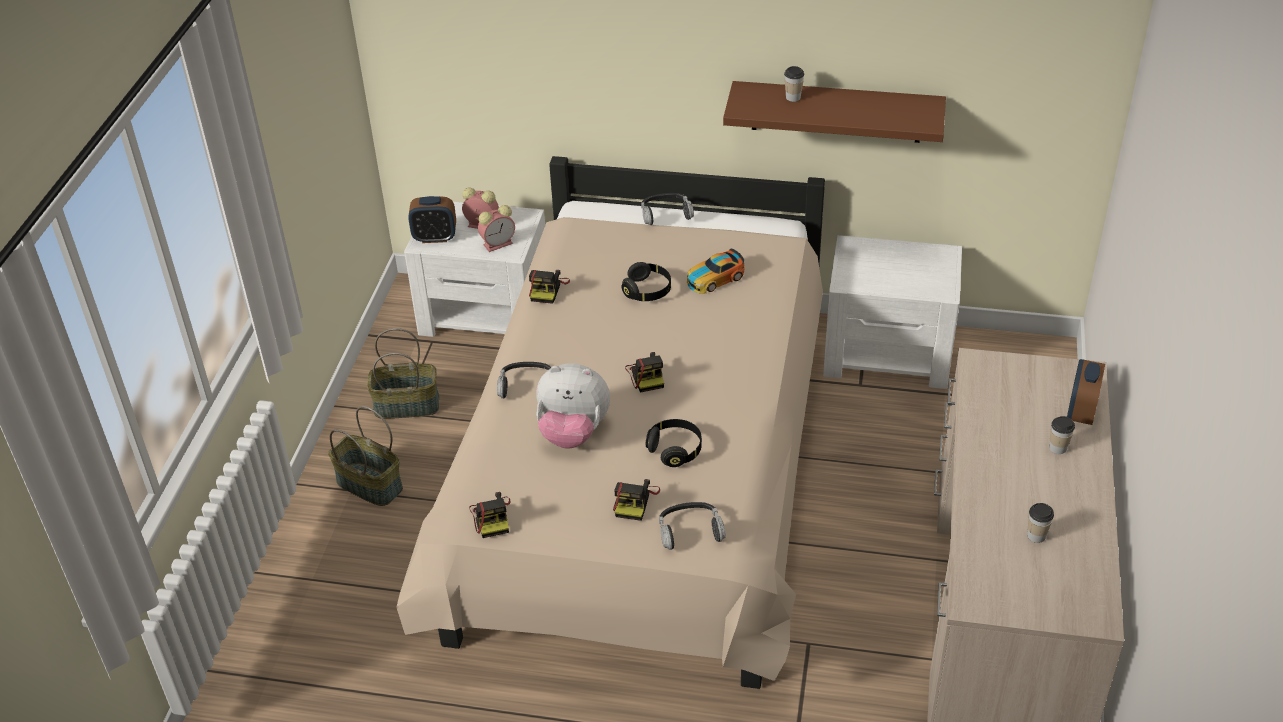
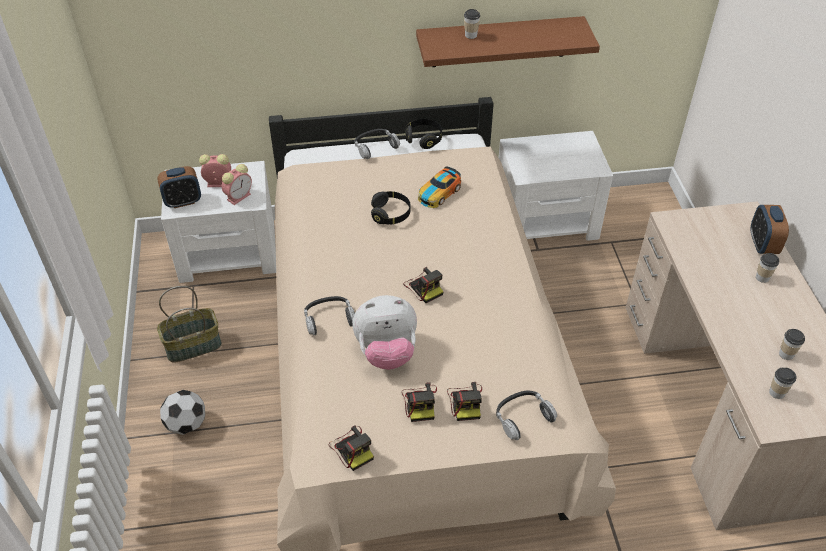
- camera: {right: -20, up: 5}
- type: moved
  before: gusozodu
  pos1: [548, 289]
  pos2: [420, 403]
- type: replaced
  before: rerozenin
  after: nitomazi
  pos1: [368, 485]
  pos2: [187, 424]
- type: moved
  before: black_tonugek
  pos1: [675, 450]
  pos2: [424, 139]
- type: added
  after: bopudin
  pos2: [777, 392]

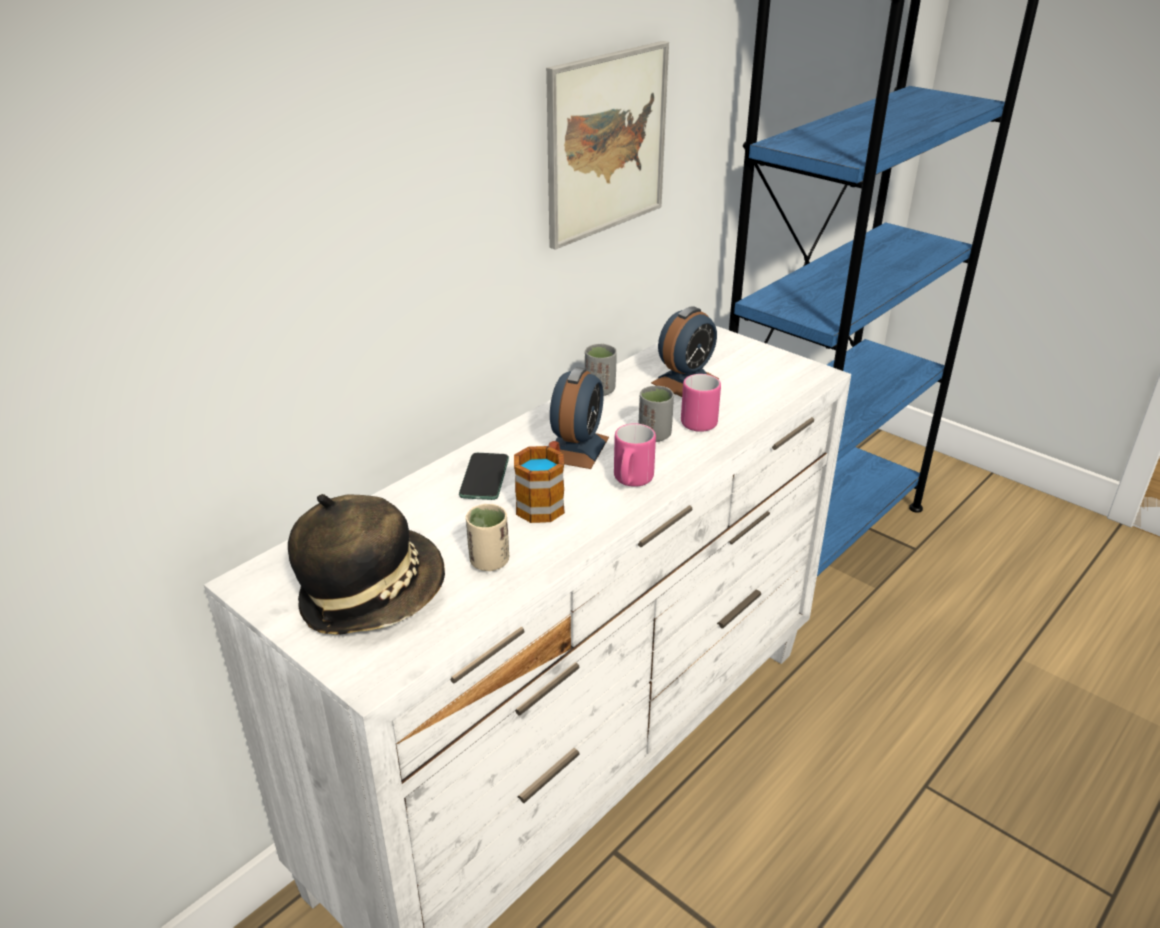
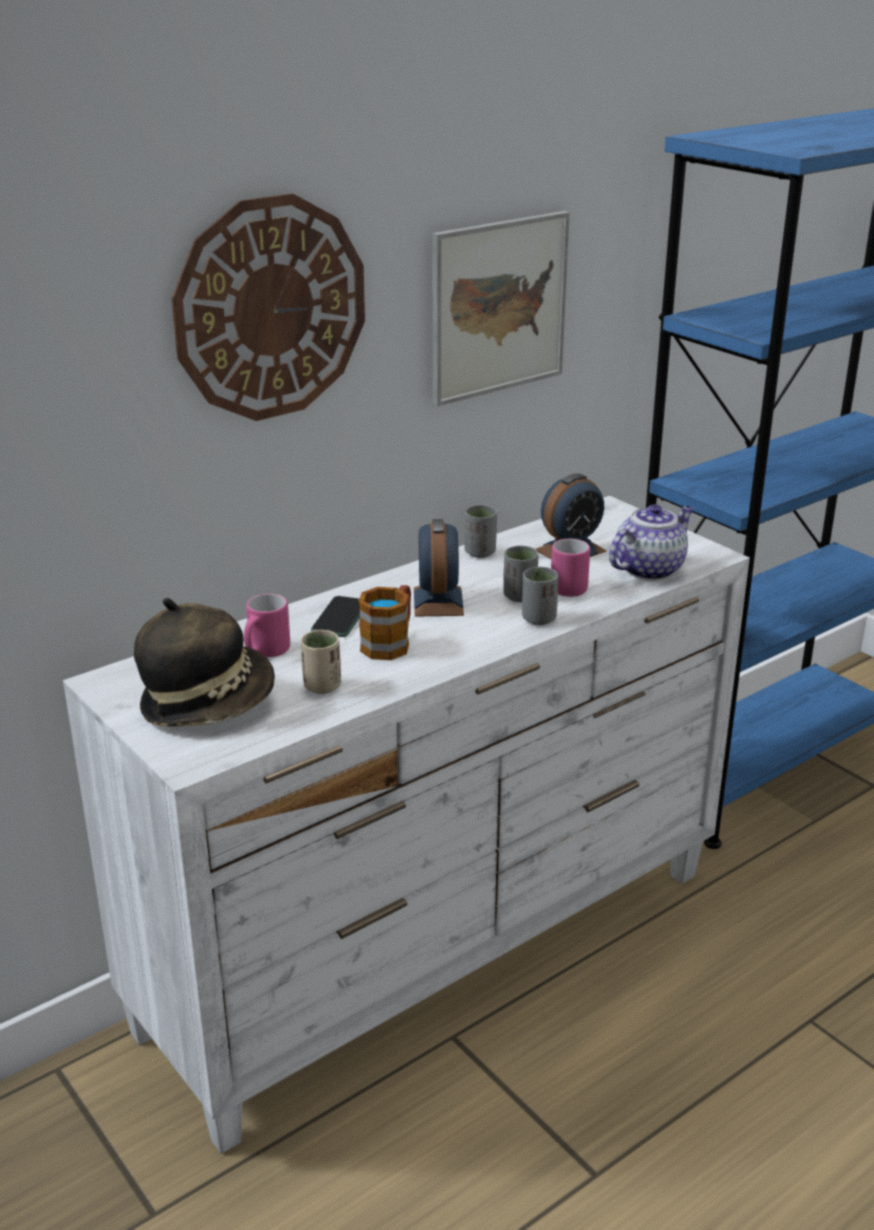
- camera: {right: 10, up: -5}
- type: turned
  before: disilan
  pos1: [577, 449]
  pos2: [438, 601]
  turn: 150
- type: moved
  before: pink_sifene
  pos1: [631, 481]
  pos2: [265, 652]
- type: added
  after: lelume
  pos2: [270, 309]
- type: added
  after: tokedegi
  pos2: [649, 569]
- type: added
  after: grey_bopudin
  pos2: [538, 619]

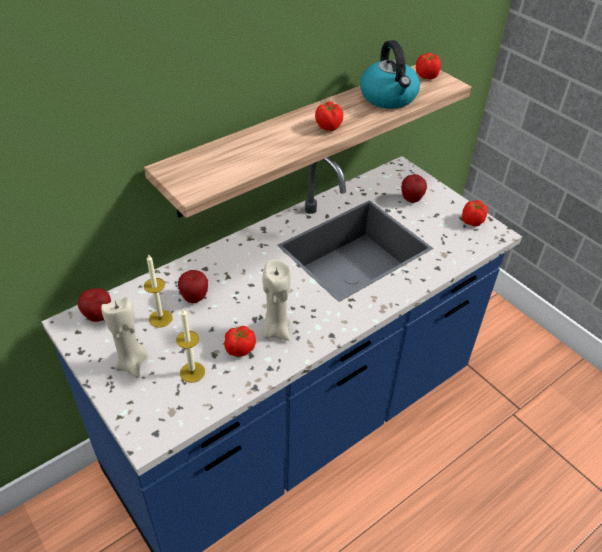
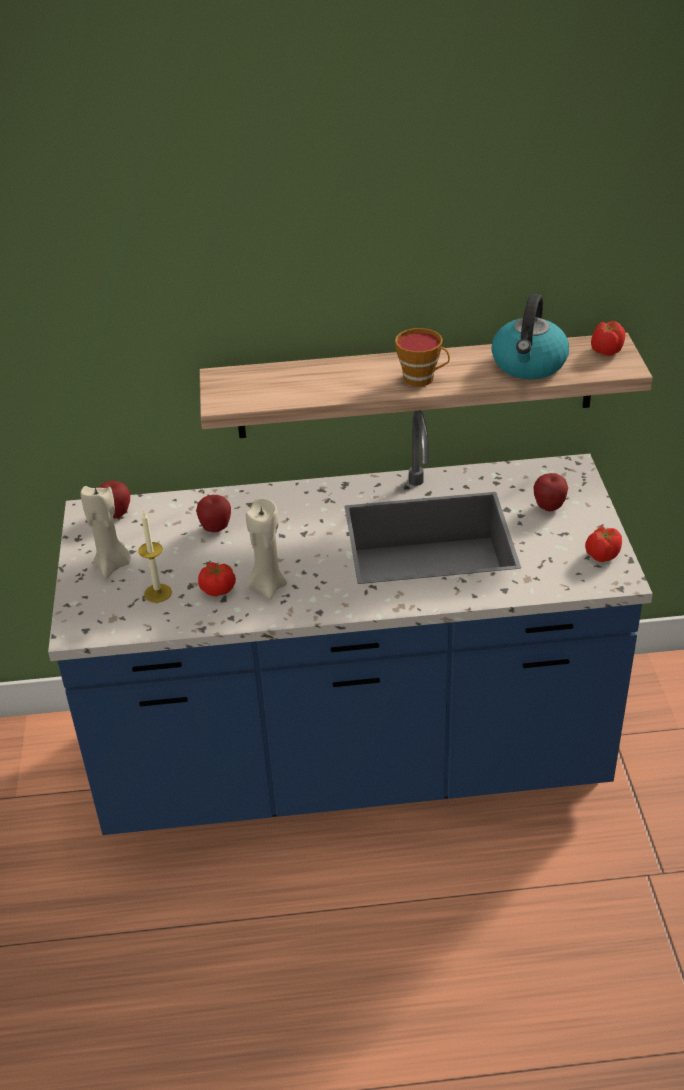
- camera: {right: 35, up: -5}
- type: replaced
  before: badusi
  after: bopudin
  pos1: [328, 127]
  pos2: [422, 379]
- type: removed
  before: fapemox
  pos1: [160, 318]

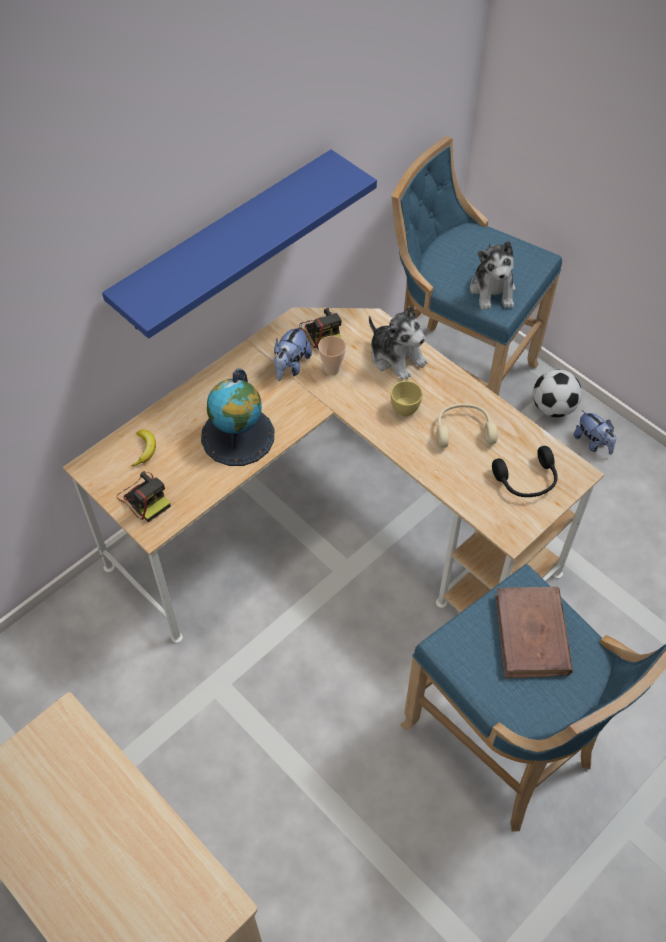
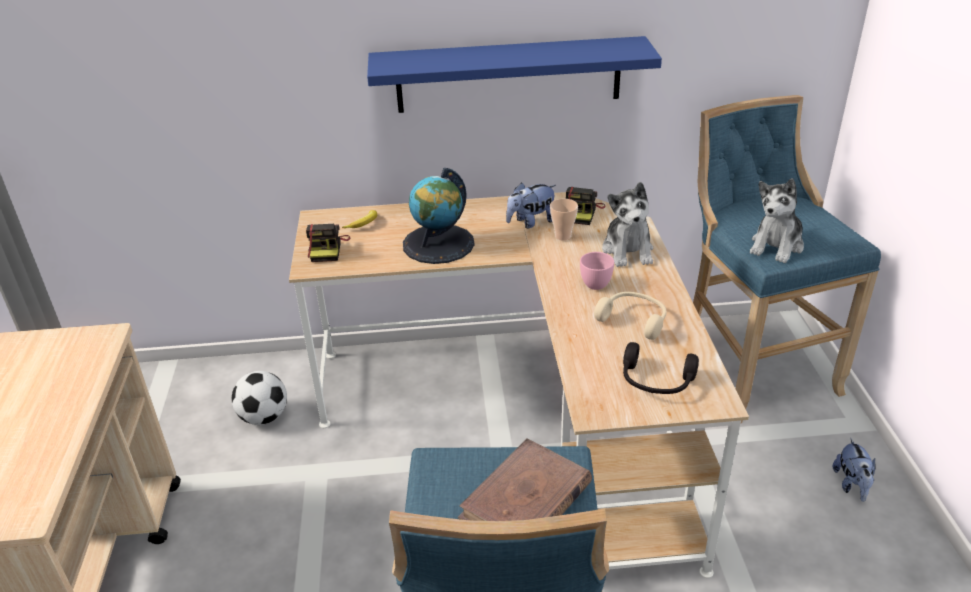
- camera: {right: 40, up: -20}
- type: moved
  before: nitomazi
  pos1: [552, 408]
  pos2: [264, 417]
- type: recoloured
  before: yellow_bopudin
  after: pink_bopudin
  pos1: [404, 406]
  pos2: [597, 282]

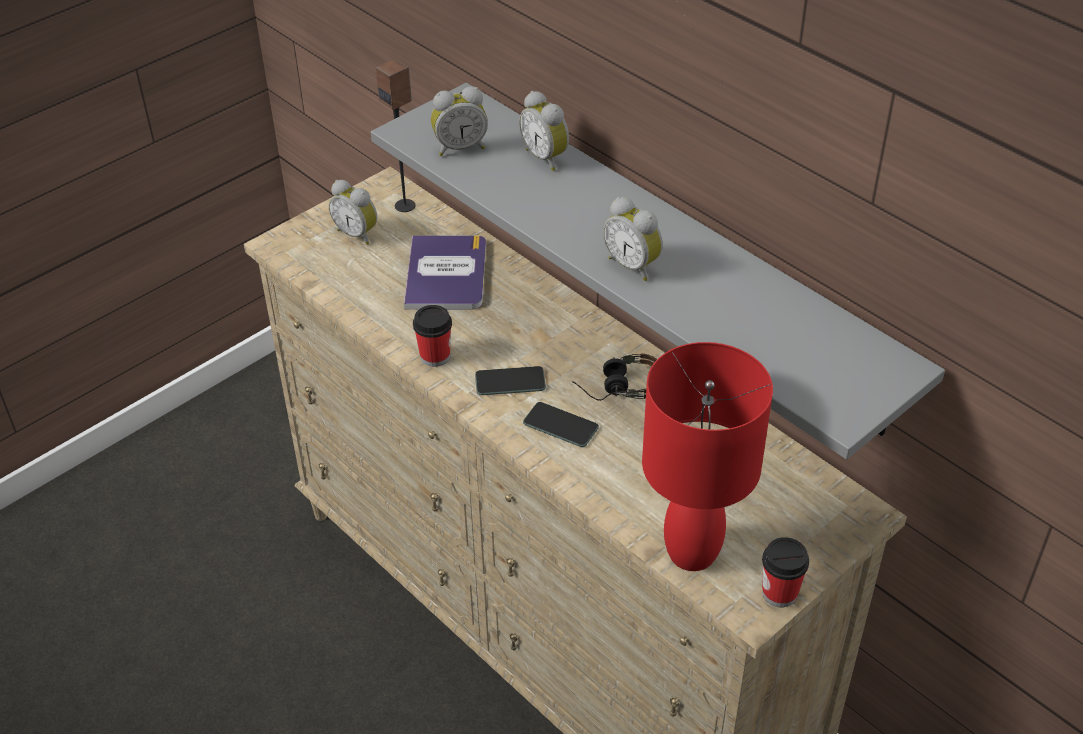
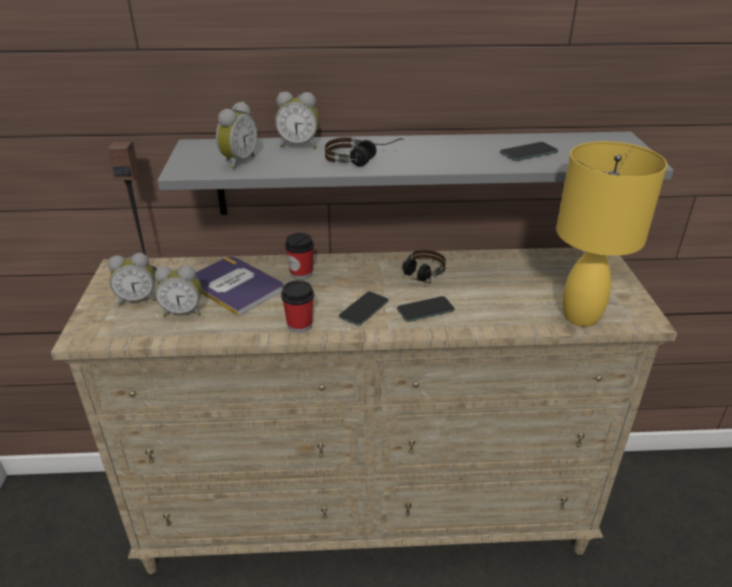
- camera: {right: -50, up: -10}
- type: moved
  before: disilan
  pos1: [634, 265]
  pos2: [183, 312]
- type: recoloured
  before: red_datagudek
  after: yellow_datagudek
  pos1: [693, 553]
  pos2: [582, 316]
- type: moved
  before: bopudin
  pos1: [779, 593]
  pos2: [301, 273]
- type: added
  after: tonugek
  pos2: [363, 160]
- type: added
  after: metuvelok
  pos2: [528, 152]

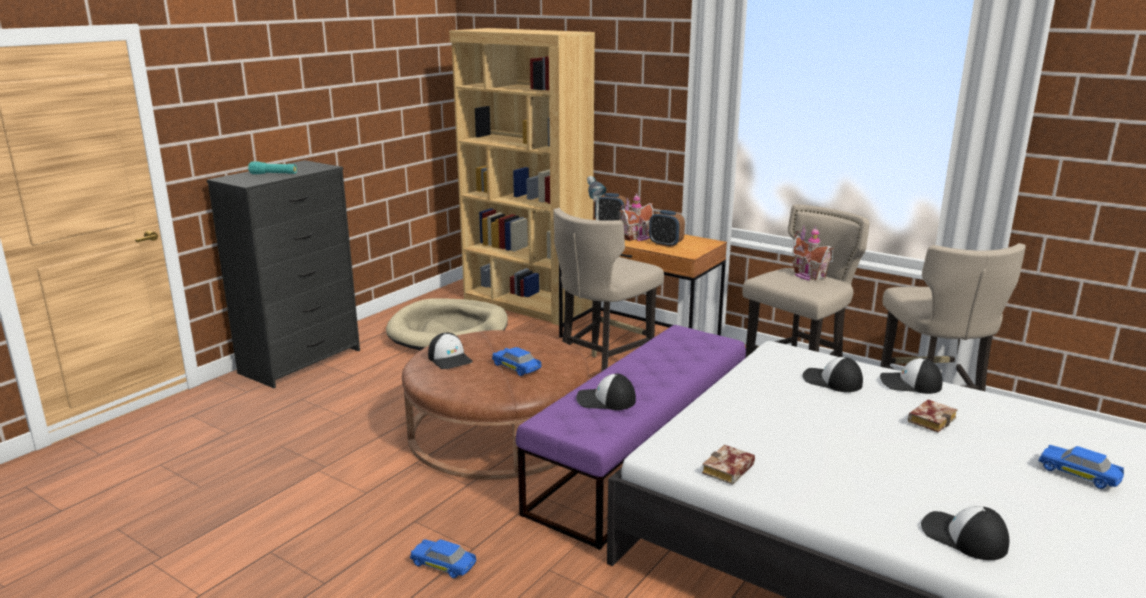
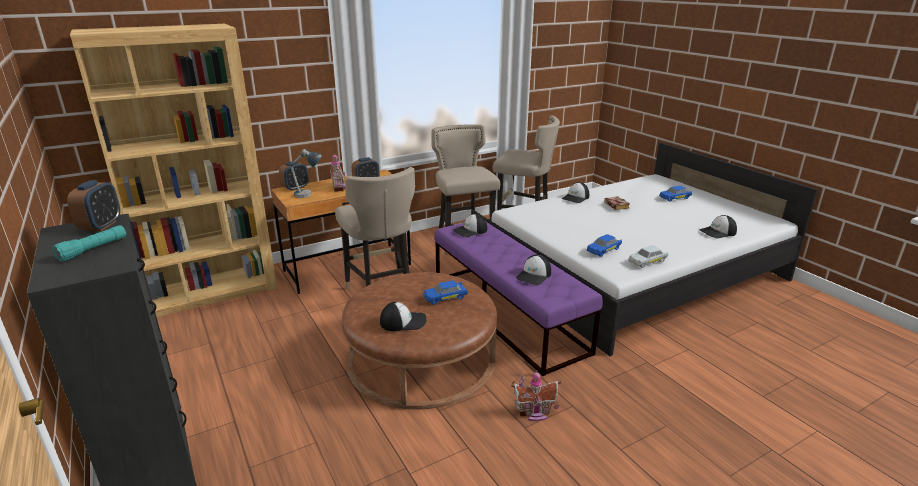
- camera: {right: -65, up: 5}
- type: moved
  before: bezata
  pos1: [807, 276]
  pos2: [534, 413]
- type: removed
  before: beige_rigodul
  pos1: [449, 331]
- type: moved
  before: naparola
  pos1: [831, 381]
  pos2: [470, 231]
- type: replaced
  before: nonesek
  after: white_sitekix
  pos1: [728, 471]
  pos2: [647, 261]
- type: moved
  before: blue_sitekix
  pos1: [443, 565]
  pos2: [603, 250]
- type: added
  after: disilan
  pos2: [101, 226]

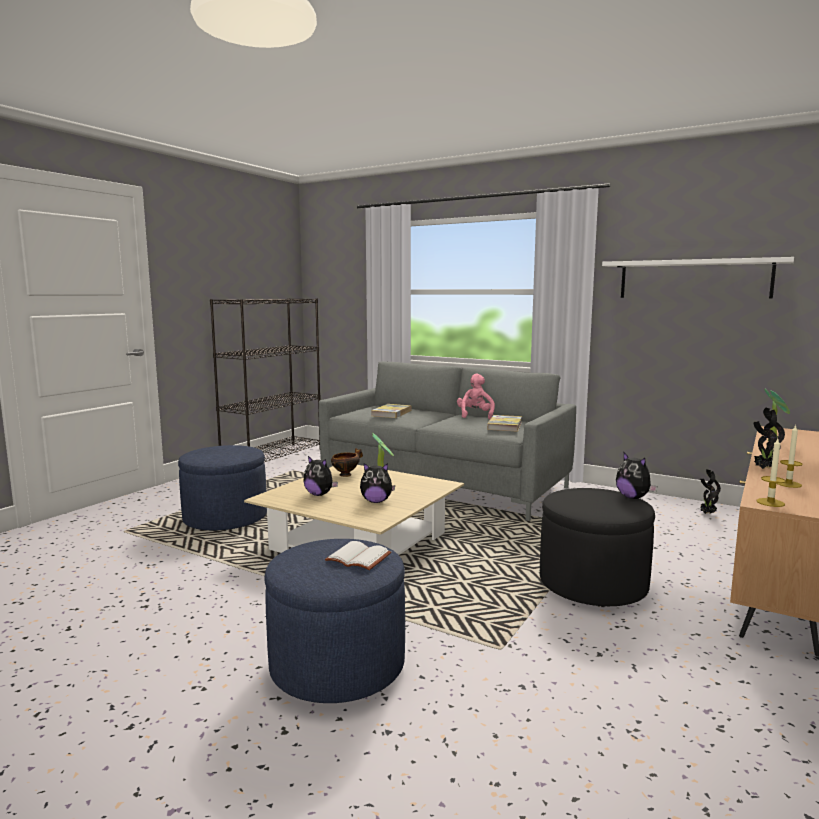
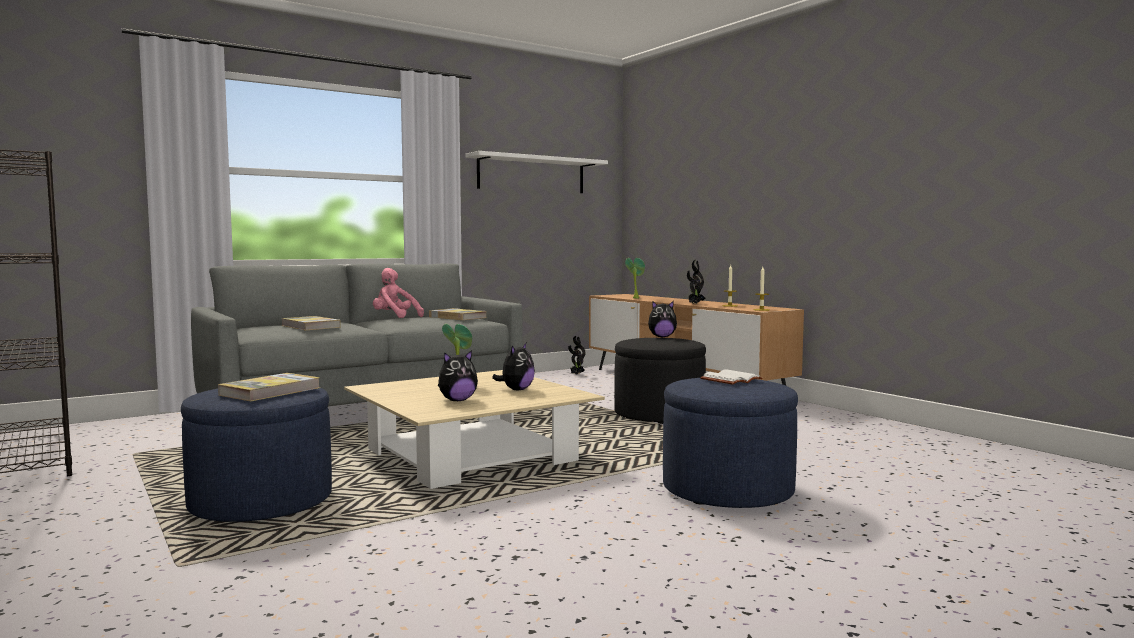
- camera: {right: -65, up: -5}
- type: removed
  before: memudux
  pos1: [346, 474]
- type: added
  after: nonesek
  pos2: [270, 391]

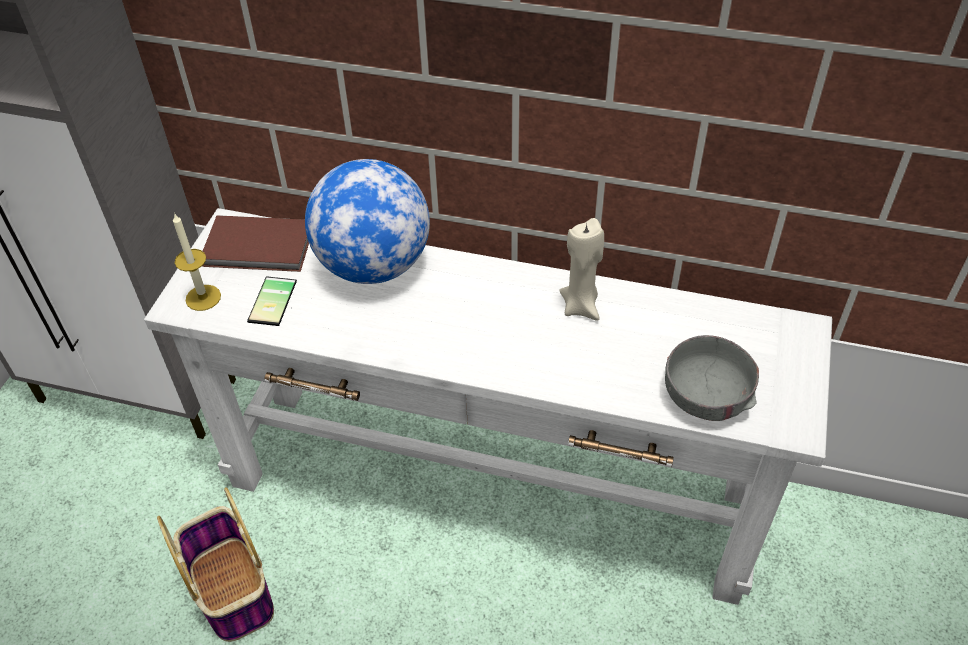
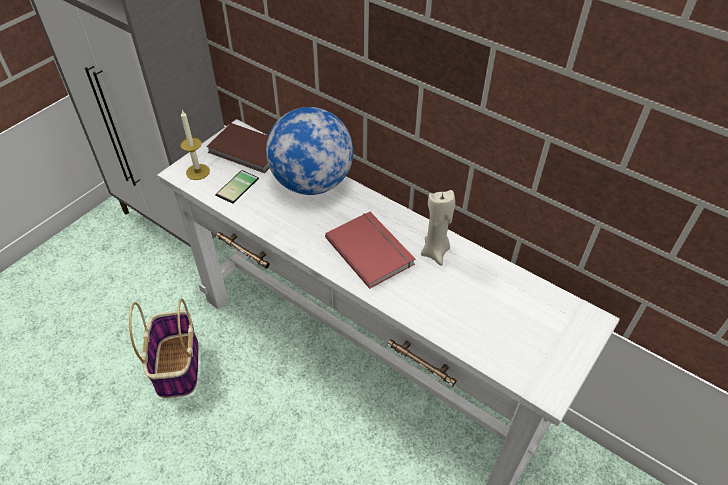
- camera: {right: 20, up: 0}
- type: removed
  before: grey_memudux
  pos1: [705, 395]
- type: added
  after: red_nonesek
  pos2: [371, 250]

